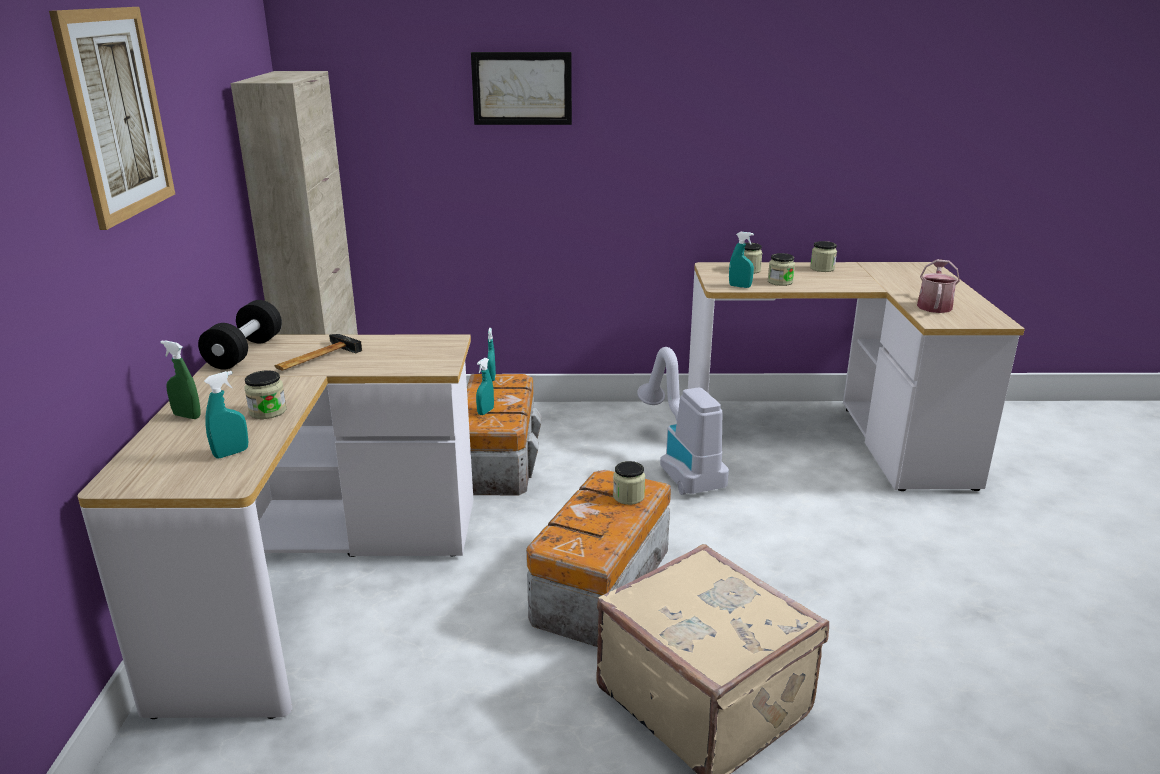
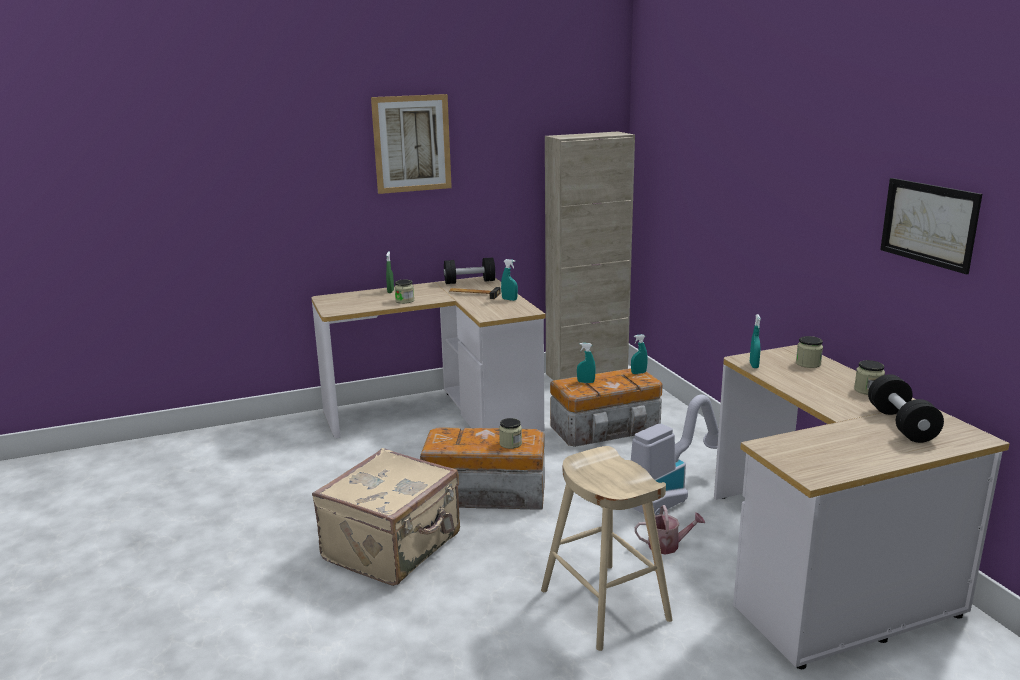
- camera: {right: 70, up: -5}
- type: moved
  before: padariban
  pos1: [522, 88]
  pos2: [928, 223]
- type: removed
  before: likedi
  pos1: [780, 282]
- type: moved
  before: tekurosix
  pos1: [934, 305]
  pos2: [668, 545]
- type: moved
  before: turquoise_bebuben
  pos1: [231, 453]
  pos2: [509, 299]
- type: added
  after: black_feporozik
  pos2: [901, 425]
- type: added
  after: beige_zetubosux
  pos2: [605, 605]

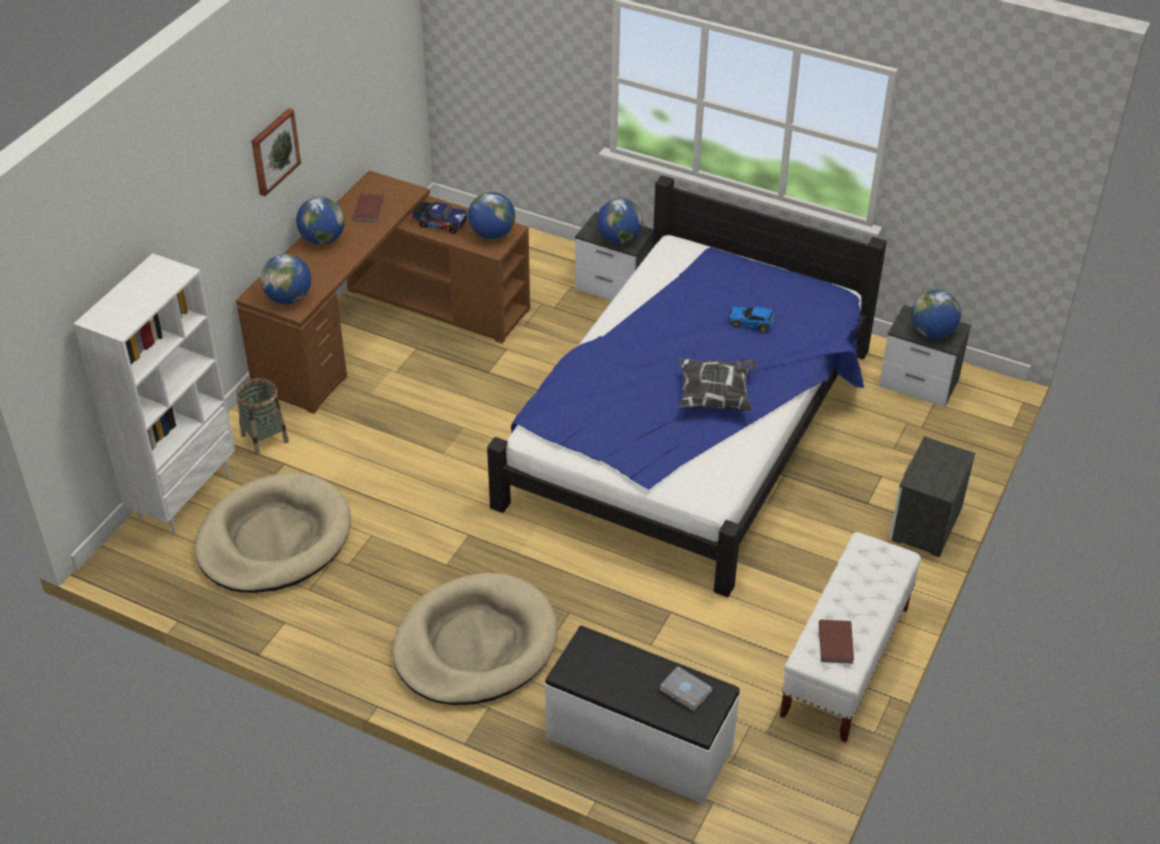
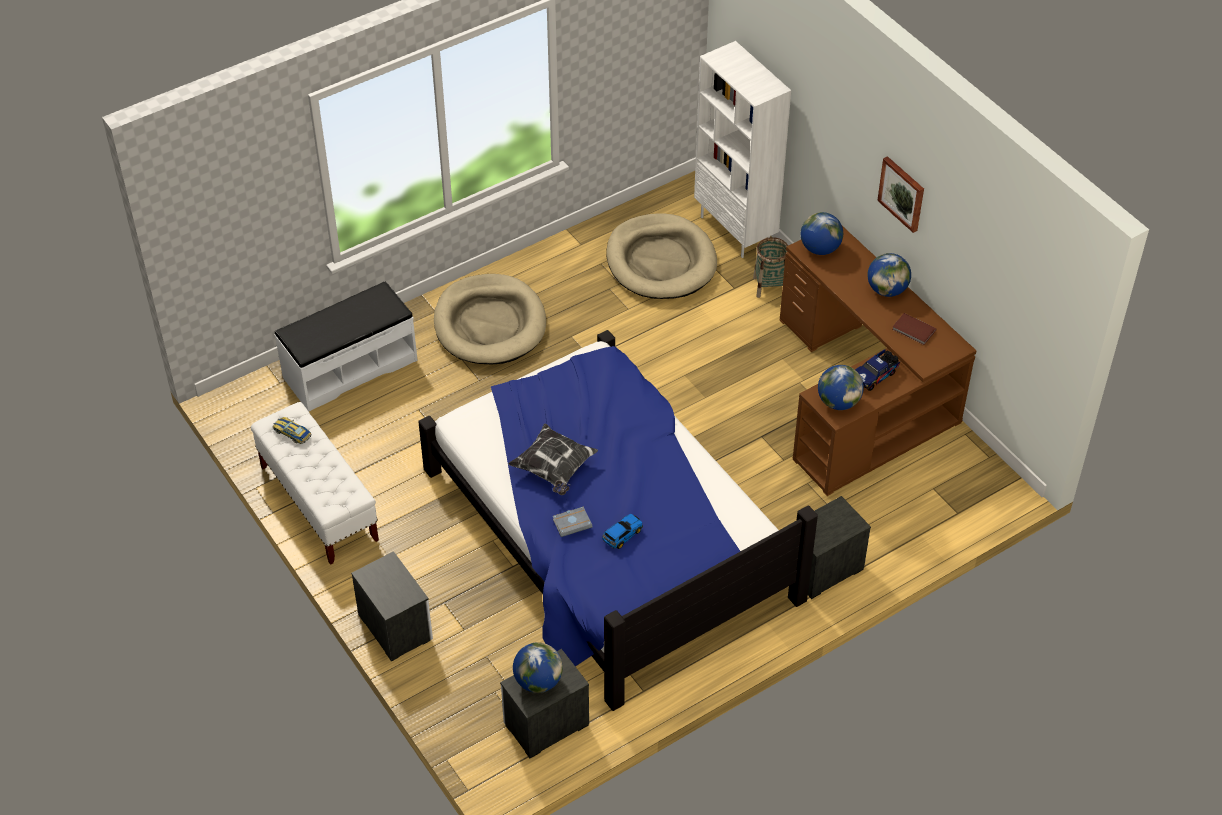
- camera: {right: 120, up: 5}
- type: removed
  before: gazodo
  pos1: [619, 239]
- type: replaced
  before: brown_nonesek
  after: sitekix
  pos1: [837, 642]
  pos2: [292, 433]
- type: moved
  before: grey_nonesek
  pos1: [684, 691]
  pos2: [572, 523]

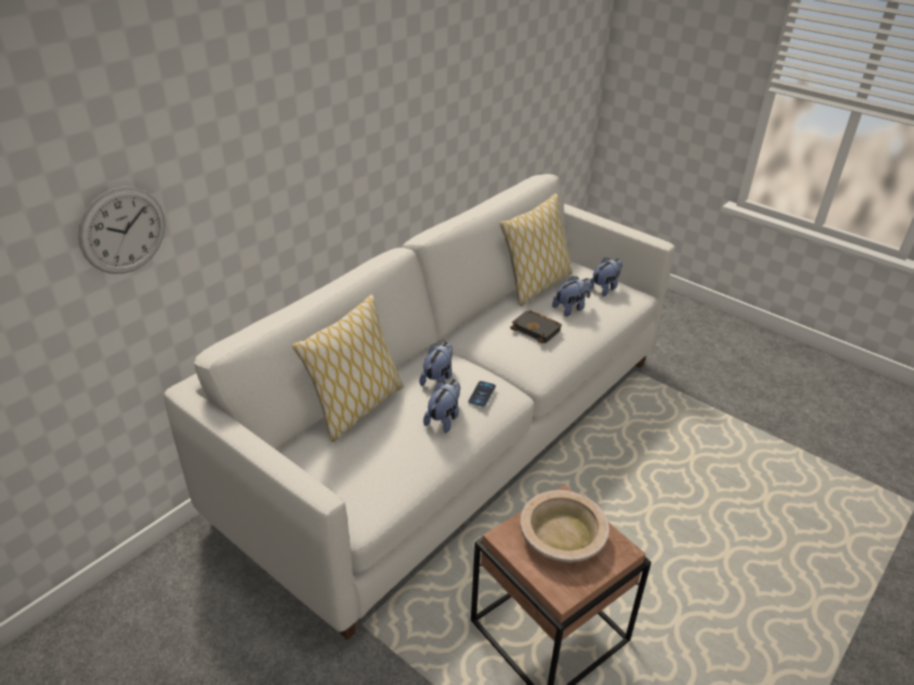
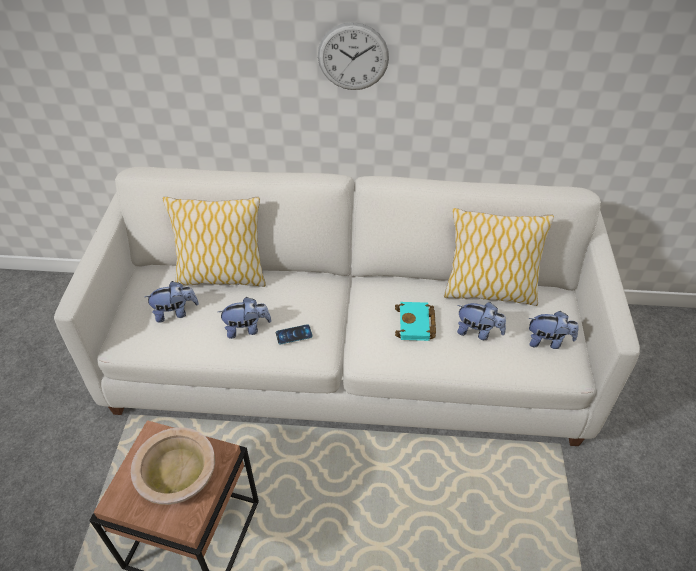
- camera: {right: 55, up: 10}
- type: moved
  before: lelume
  pos1: [123, 230]
  pos2: [353, 57]
- type: recoloured
  before: black_nonesek
  after: turquoise_nonesek
  pos1: [537, 329]
  pos2: [416, 325]
- type: moved
  before: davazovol
  pos1: [438, 379]
  pos2: [175, 312]

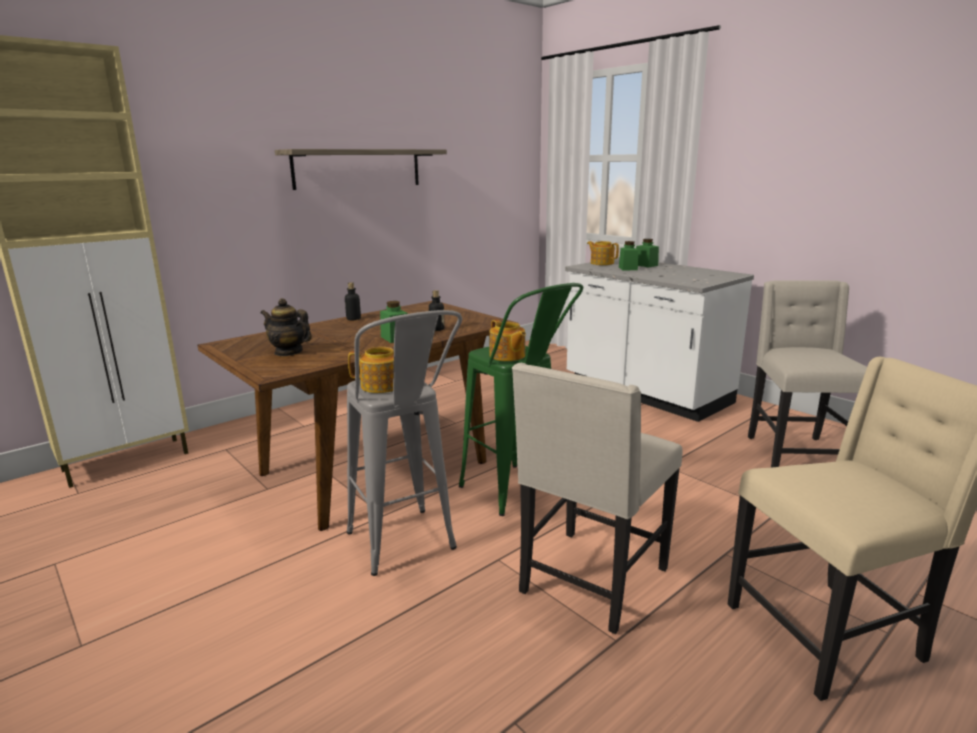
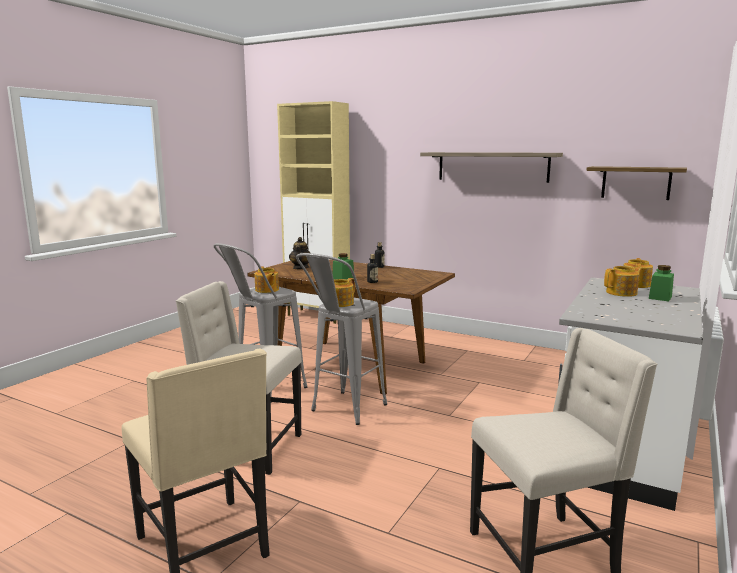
- camera: {right: 70, up: -5}
- type: replaced
  before: green_likedi
  after: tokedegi
  pos1: [628, 268]
  pos2: [622, 293]
- type: recoloured
  before: green_zetubosux
  after: grey_zetubosux
  pos1: [518, 495]
  pos2: [342, 412]
- type: added
  after: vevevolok
  pos2: [636, 182]

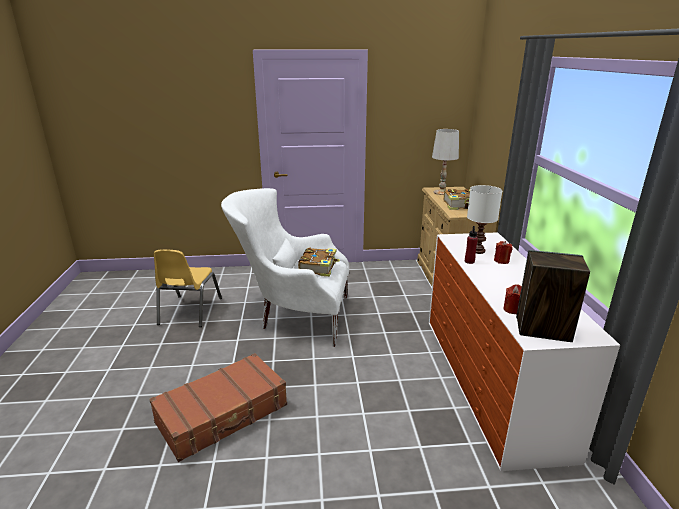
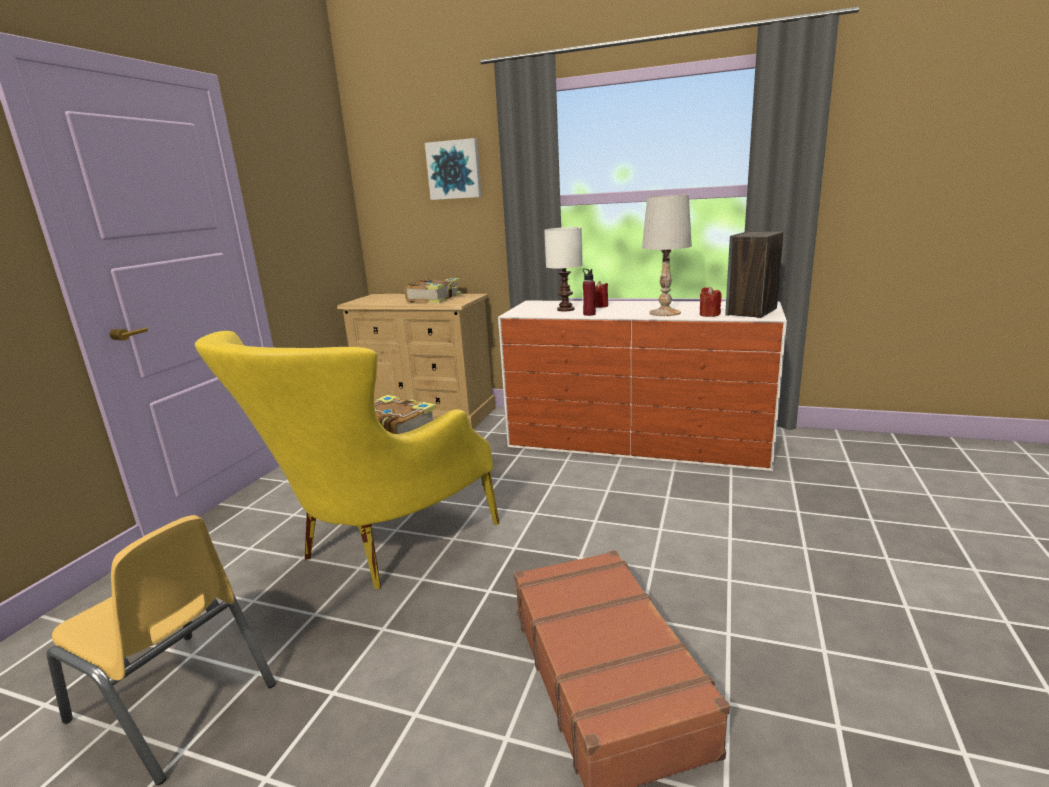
- camera: {right: -65, up: -5}
- type: moved
  before: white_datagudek
  pos1: [441, 192]
  pos2: [664, 313]
- type: recoloured
  before: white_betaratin
  after: yellow_betaratin
  pos1: [293, 316]
  pos2: [375, 548]
- type: added
  after: padariban
  pos2: [454, 170]

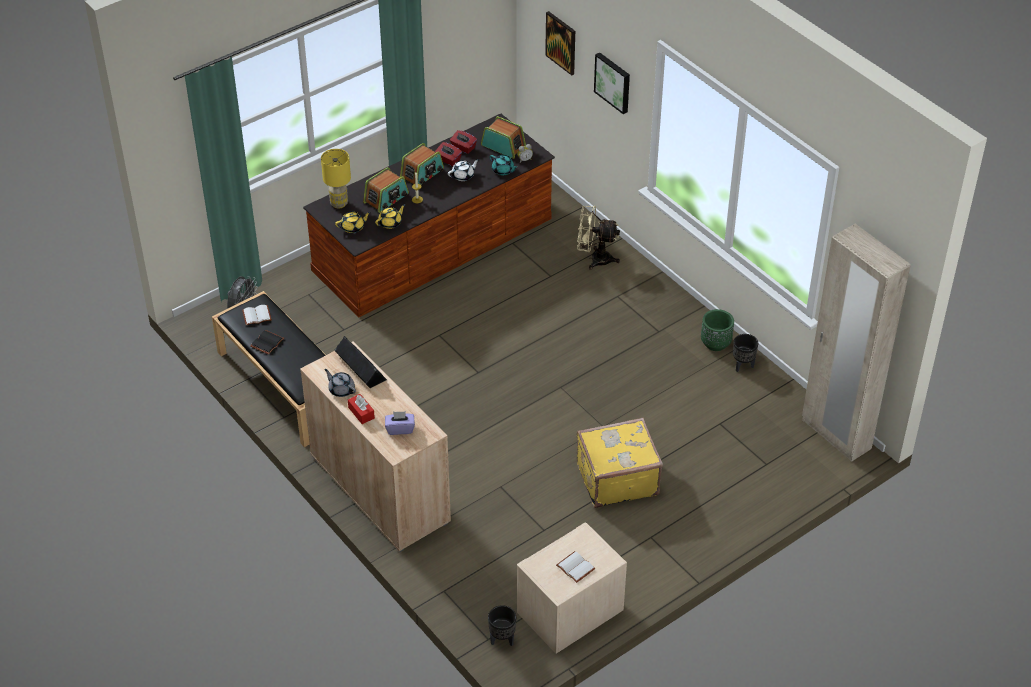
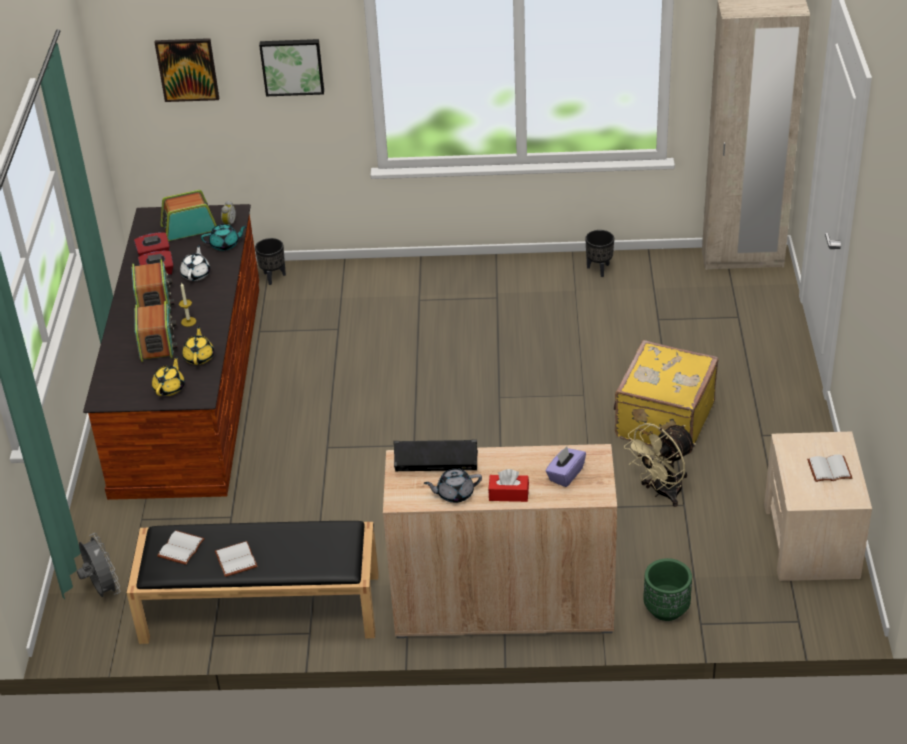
- camera: {right: -50, up: -5}
- type: removed
  before: yellow_datagudek
  pos1: [339, 203]
- type: moved
  before: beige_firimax
  pos1: [595, 259]
  pos2: [661, 492]
- type: moved
  before: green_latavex
  pos1: [715, 343]
  pos2: [666, 609]
- type: recoloured
  before: black_nonesek
  after: white_nonesek
  pos1: [266, 342]
  pos2: [234, 559]
- type: moved
  before: black_latavex
  pos1: [501, 639]
  pos2: [273, 277]

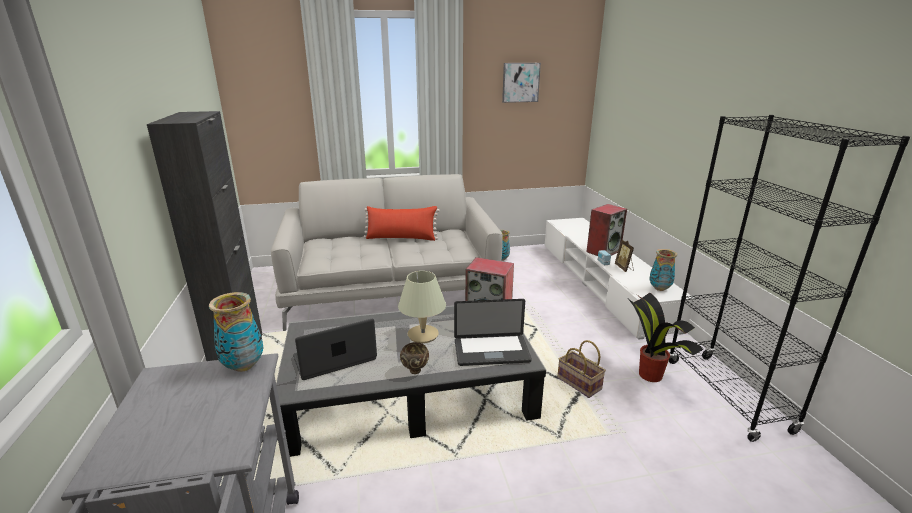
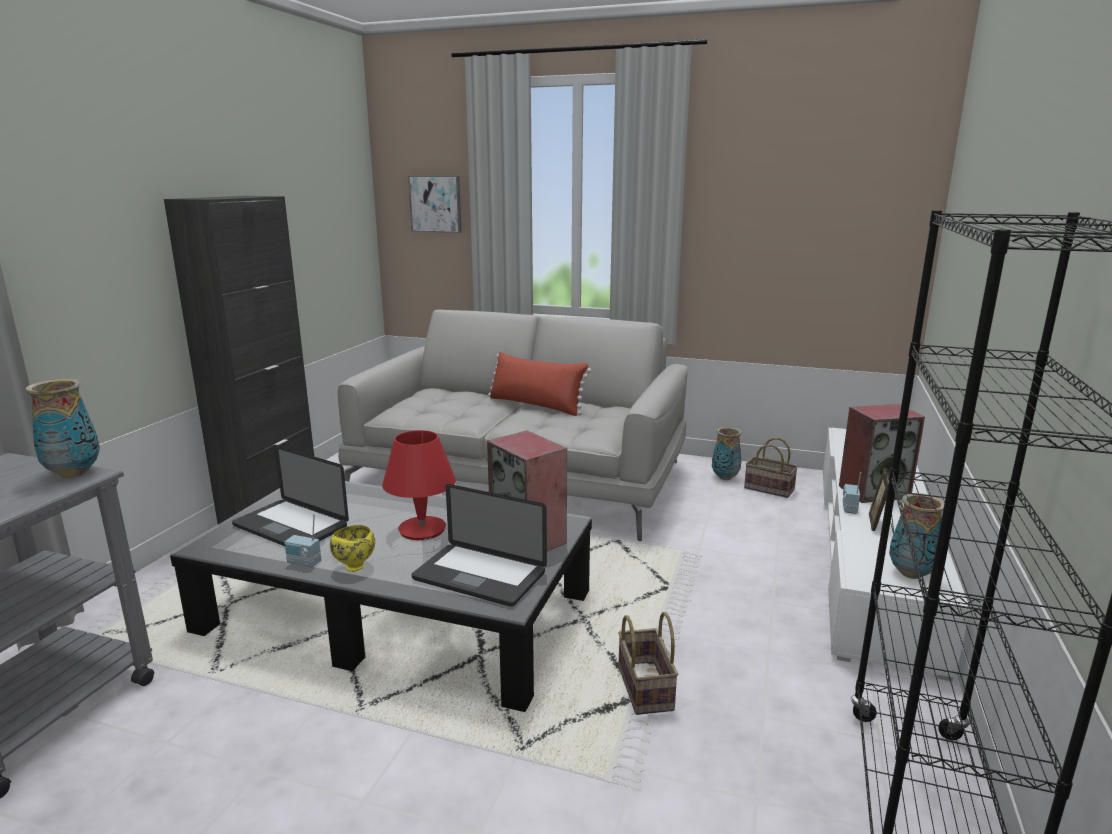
- camera: {right: 30, up: -5}
- type: moved
  before: padariban
  pos1: [520, 82]
  pos2: [436, 204]
- type: recoloured
  before: beige_datagudek
  after: red_datagudek
  pos1: [422, 335]
  pos2: [422, 529]
- type: removed
  before: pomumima
  pos1: [649, 374]
- type: turned
  before: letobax
  pos1: [335, 359]
  pos2: [290, 526]
  turn: -150
- type: recoloured
  before: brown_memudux
  after: yellow_memudux
  pos1: [415, 370]
  pos2: [355, 567]
- type: added
  after: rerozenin
  pos2: [767, 489]
- type: added
  after: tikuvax
  pos2: [303, 563]

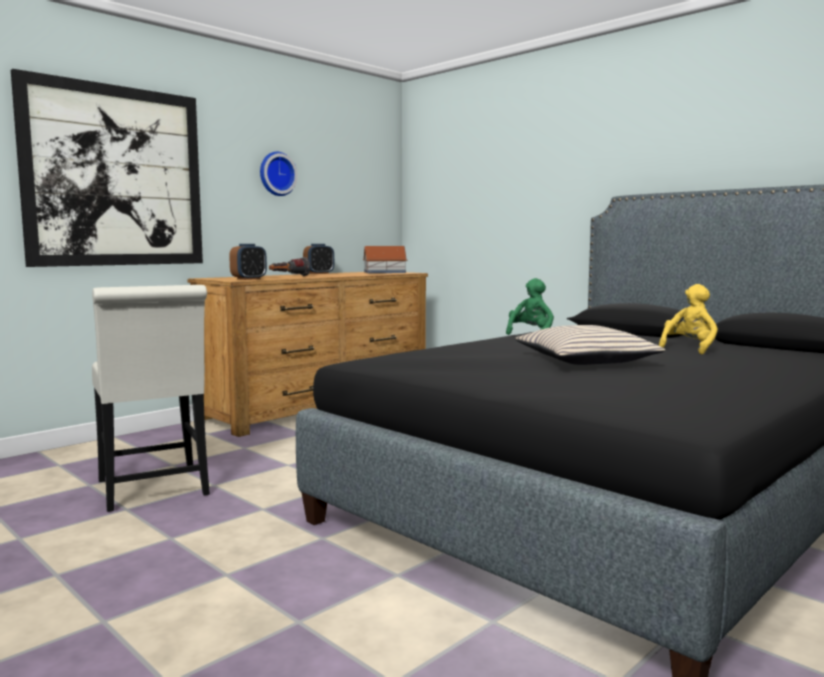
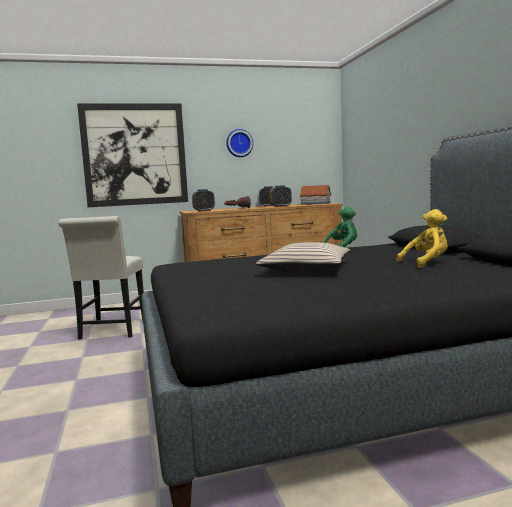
- camera: {right: 30, up: 0}
- type: added
  after: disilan
  pos2: [281, 206]

